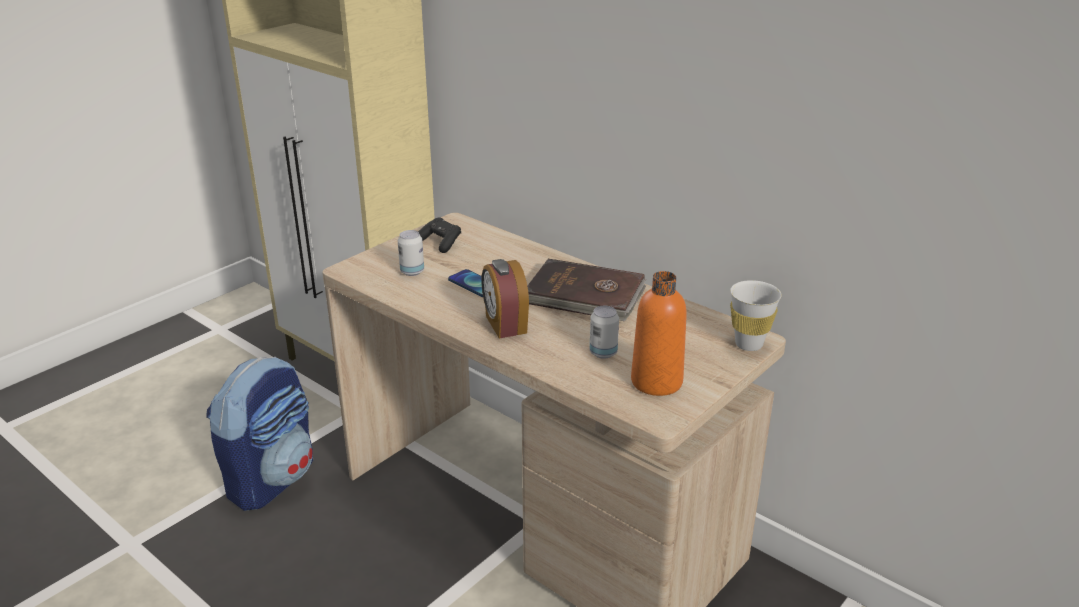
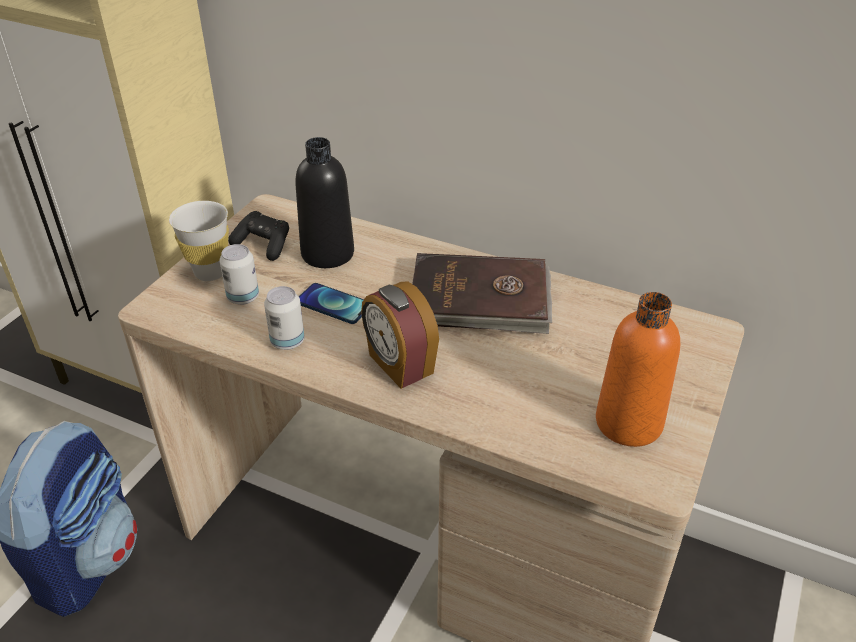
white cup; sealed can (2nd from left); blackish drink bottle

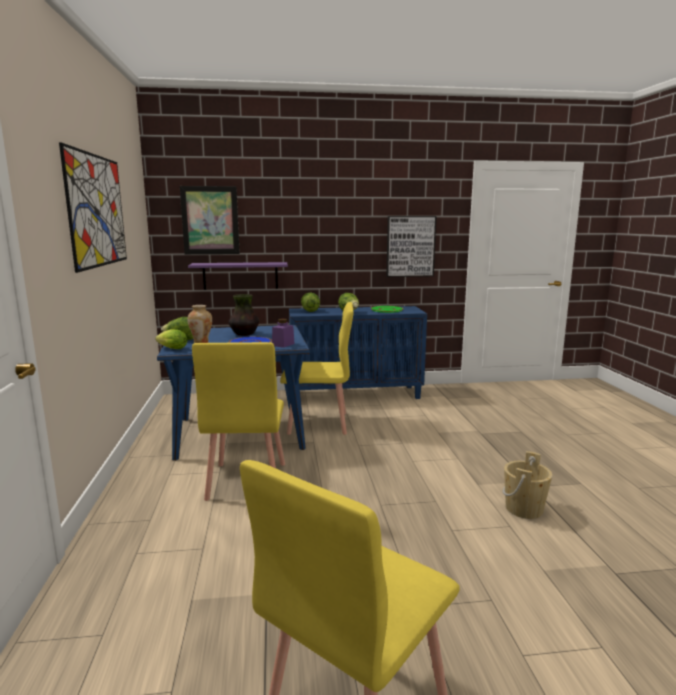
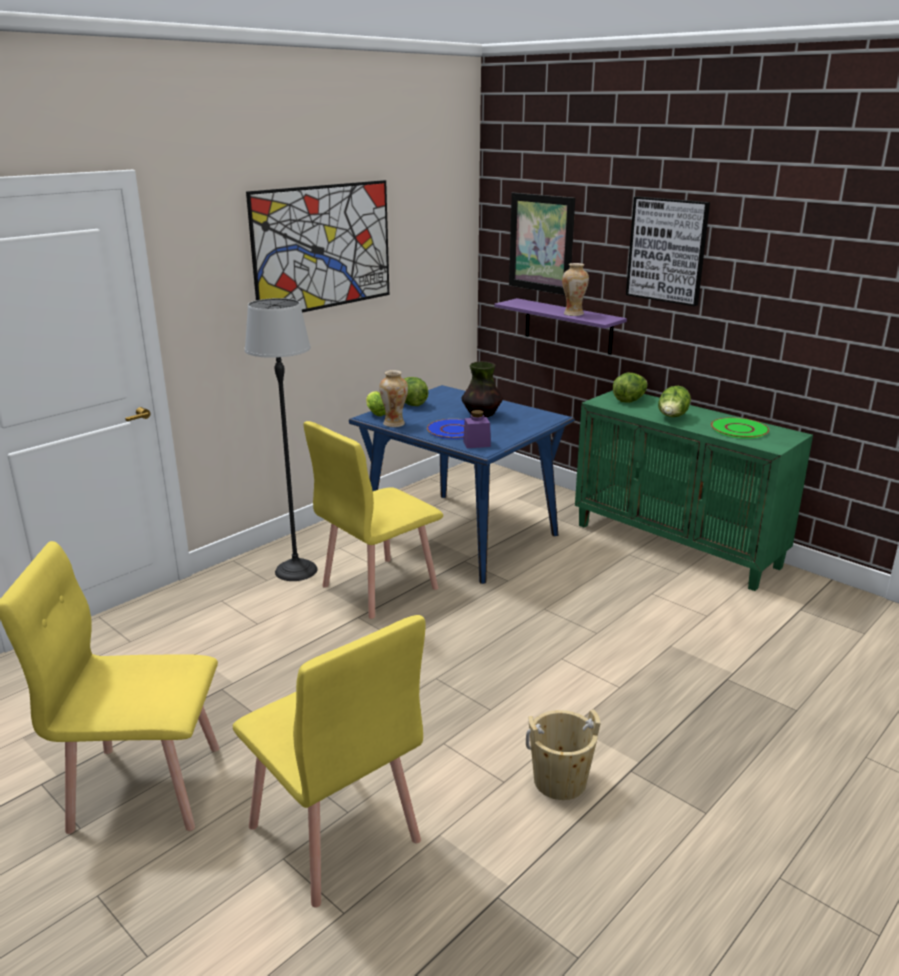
yellow-coloured upright chair (2nd from left); floor lamp; vase (3rd from left); greenish cabinet; wall art (3rd from left)

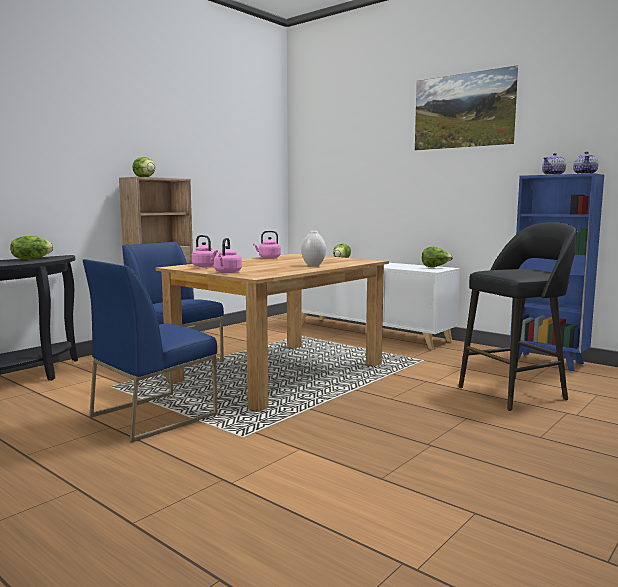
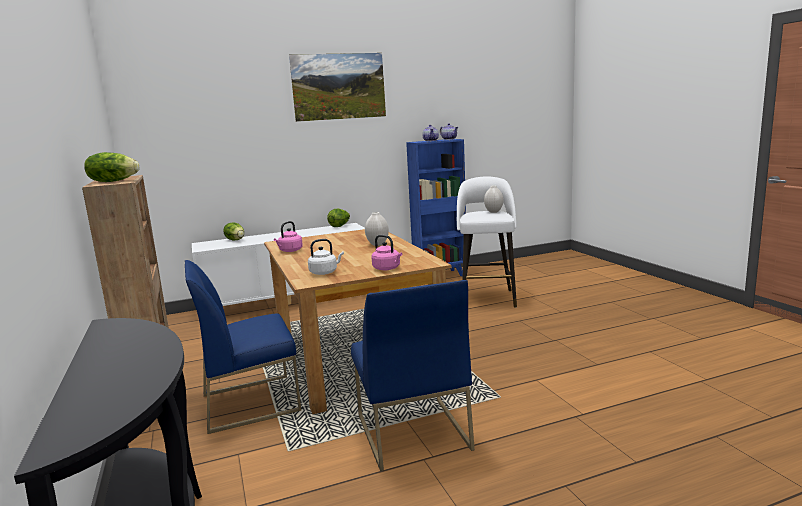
white water kettle; white stool seat; white vase (2nd from left); lettuce (1st from left in the first image)

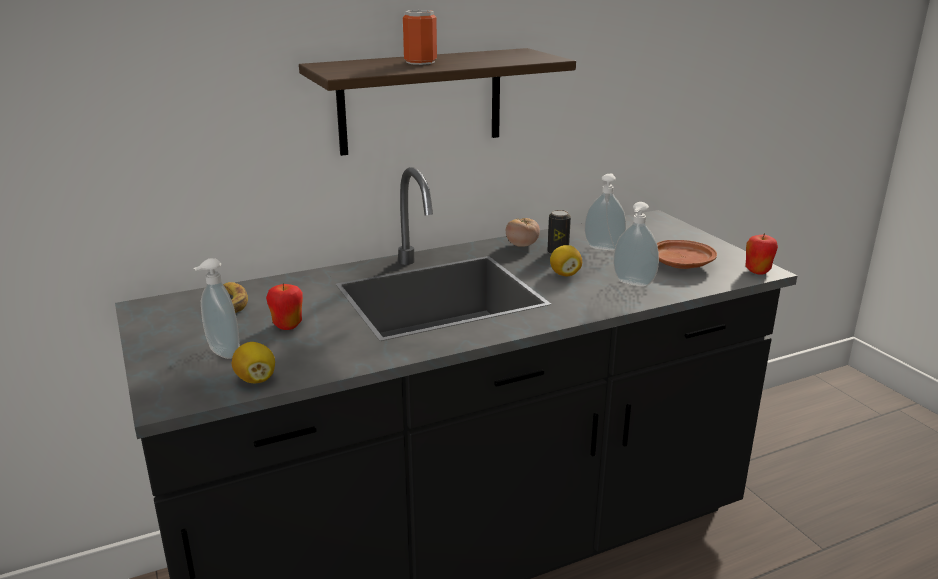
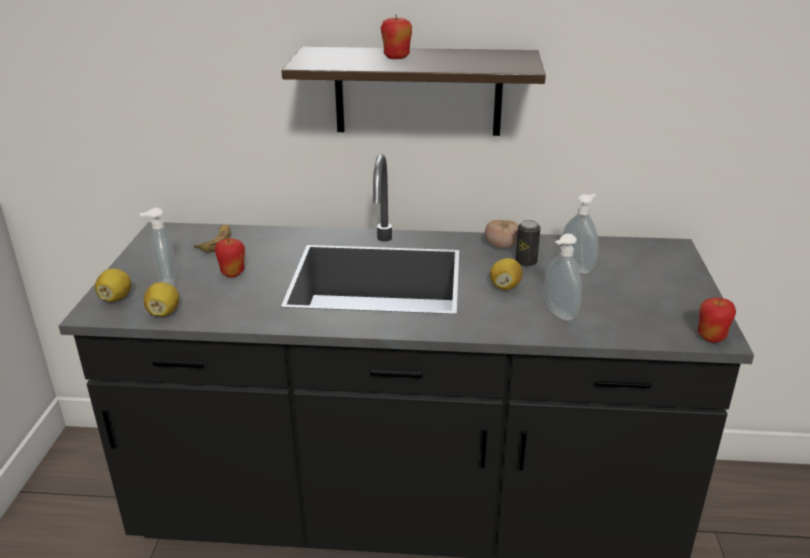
lemon (1st from left); apple (2nd from left); brown dinner plate

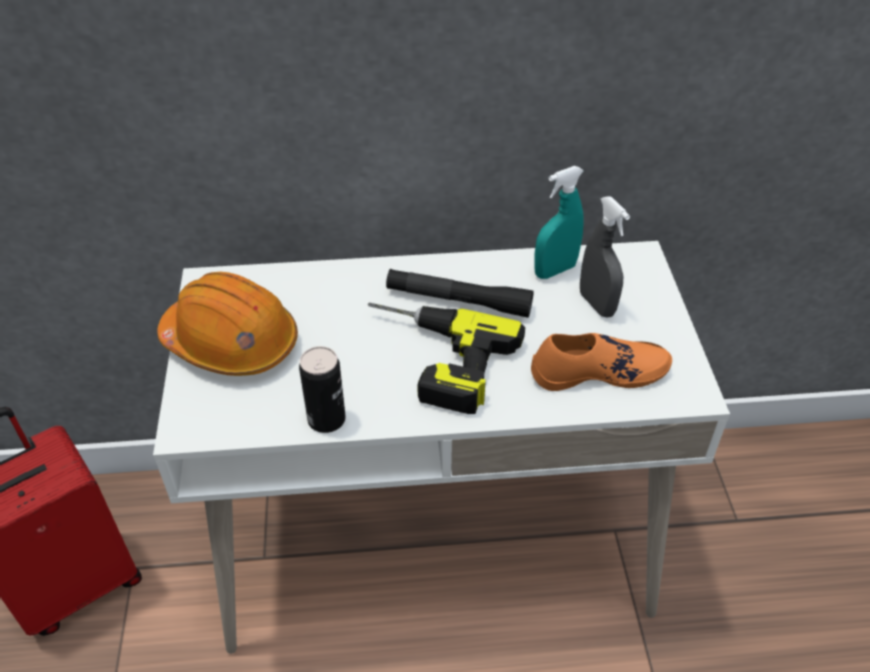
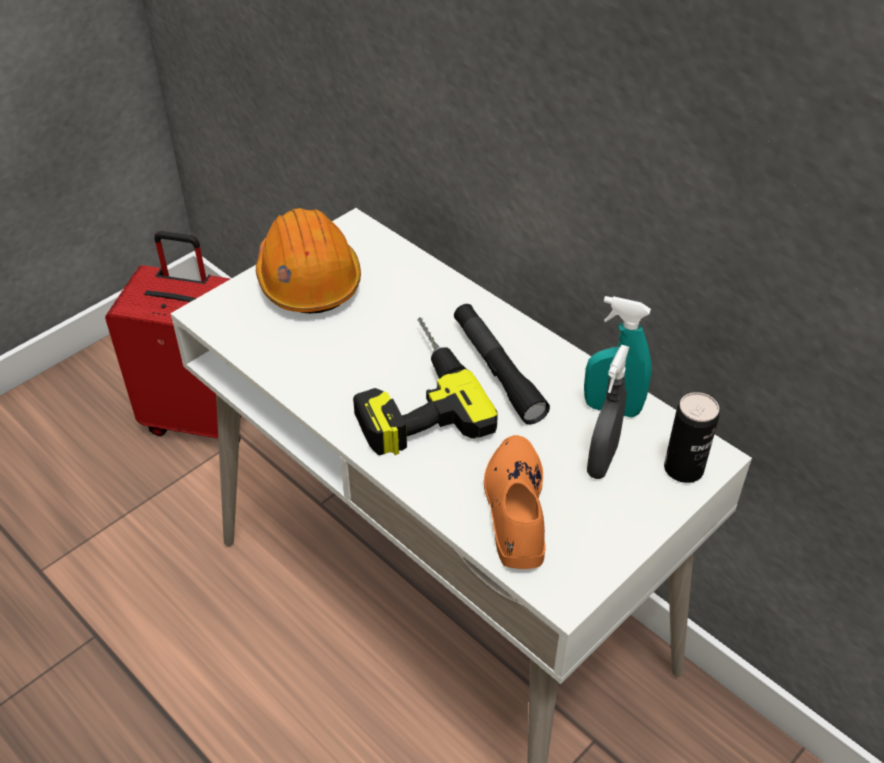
orange low shoe; sealed can

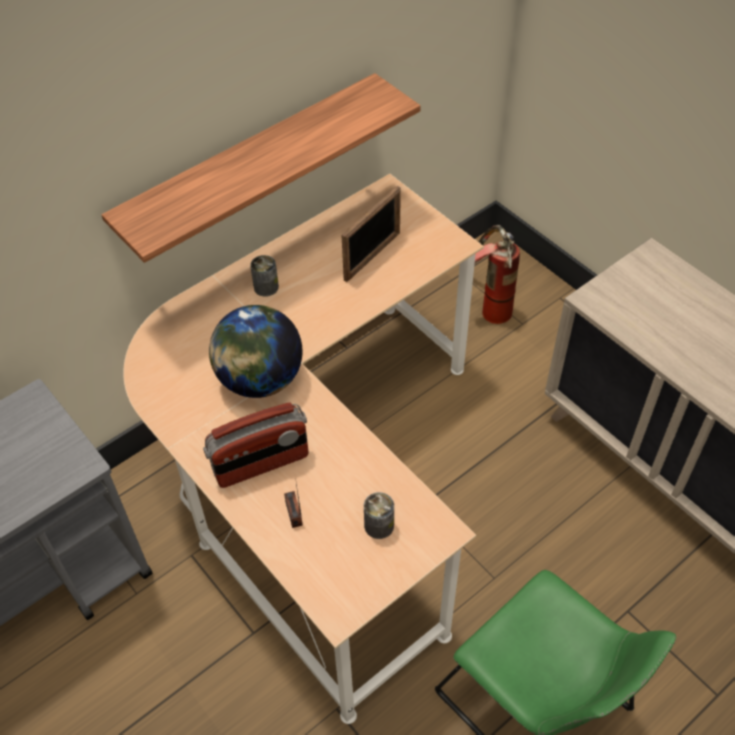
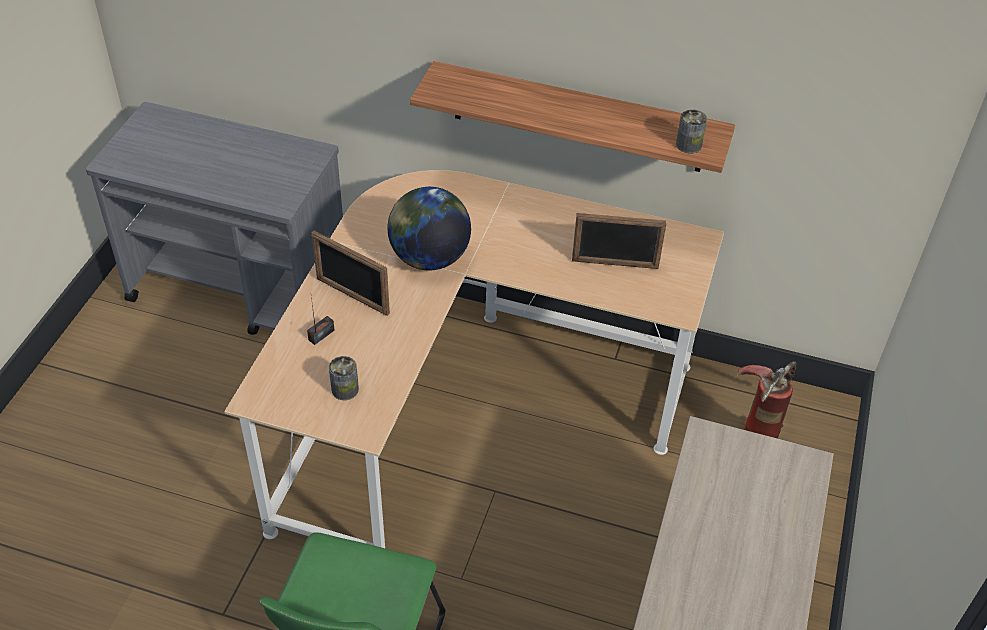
standing frame (1st from left); sealed can (2nd from left)

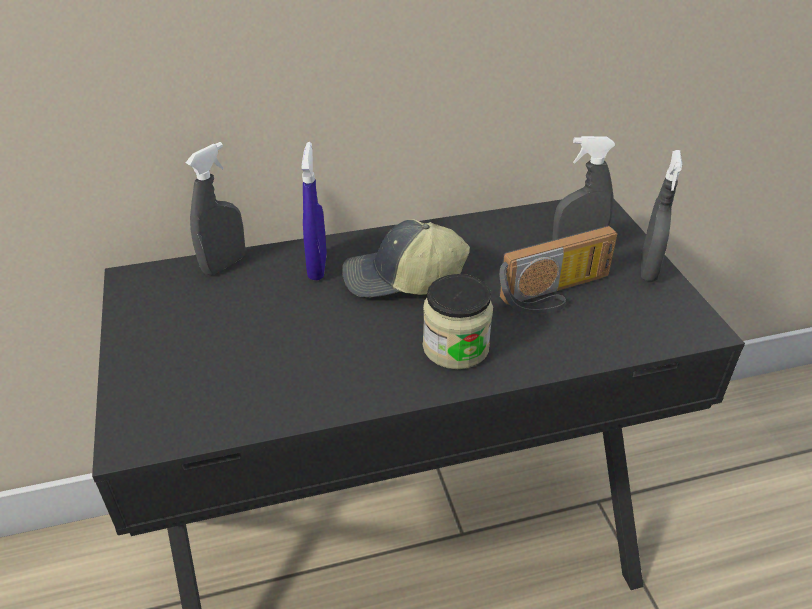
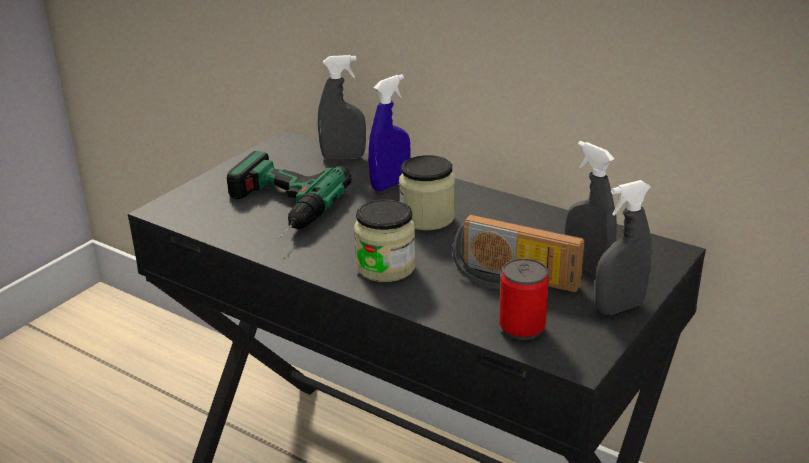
drill; storage jar (2nd from left); sealed can

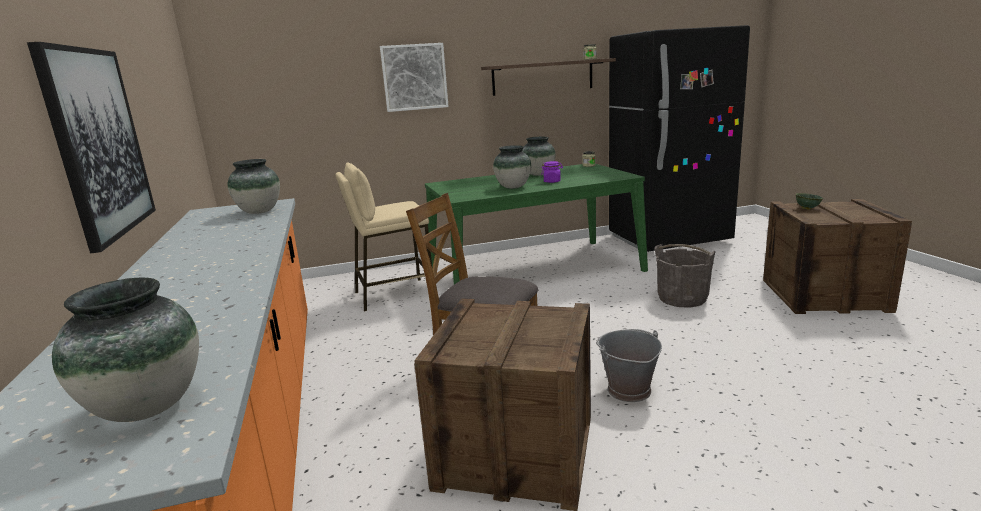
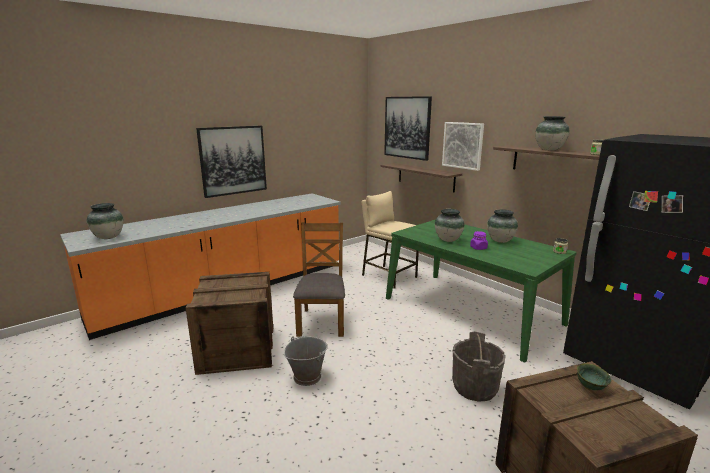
bracket shelf (1st from left); wall art (2nd from left); vase (4th from left)

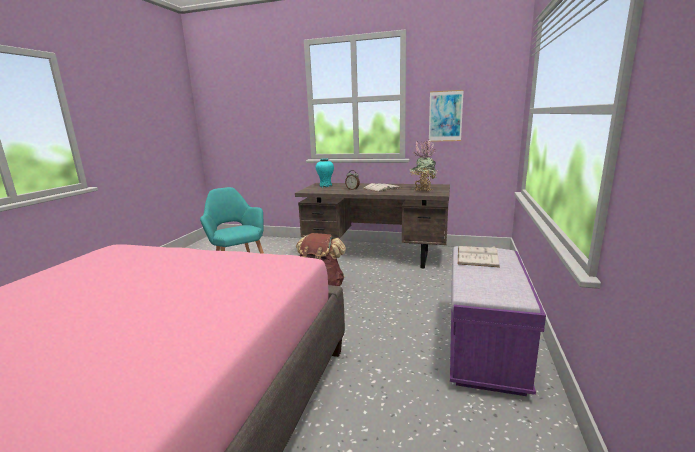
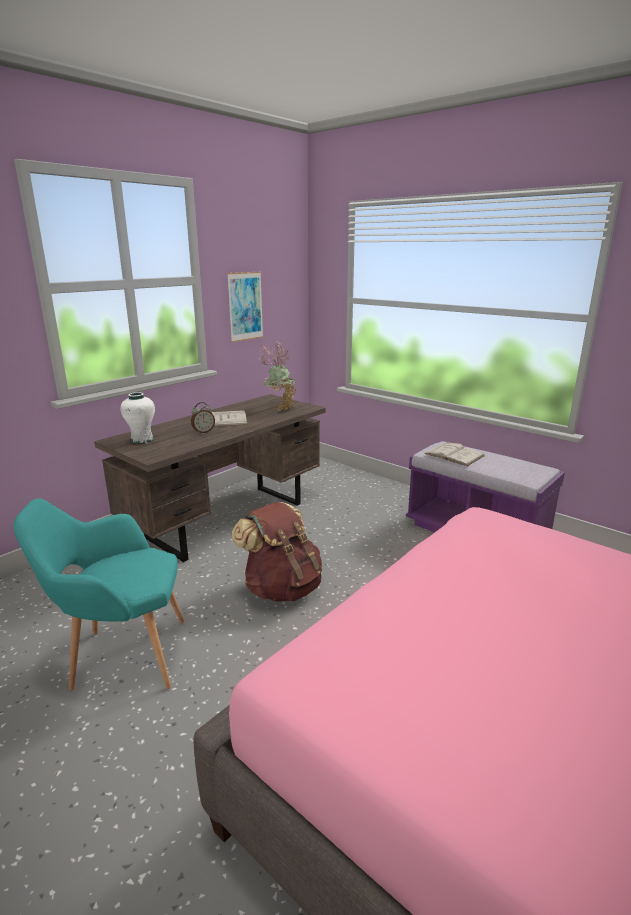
white vase

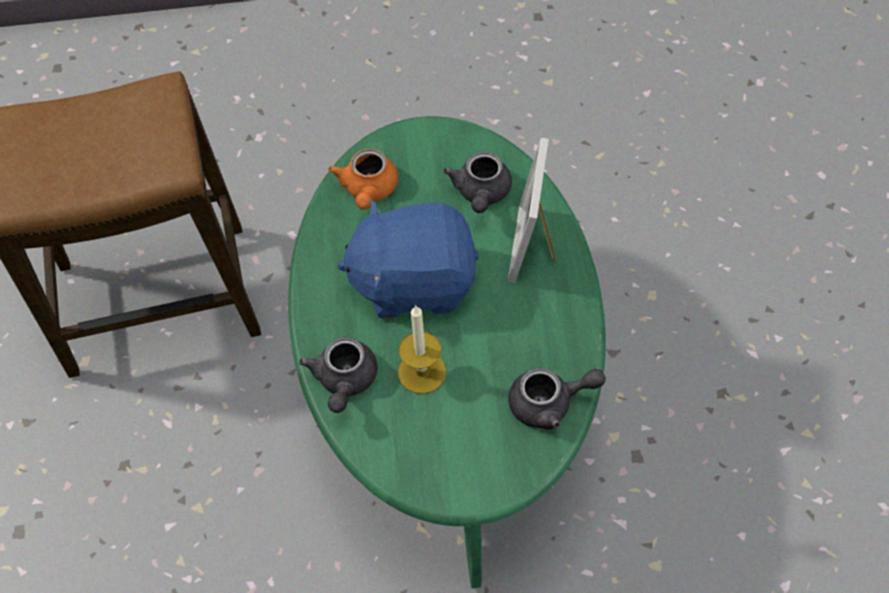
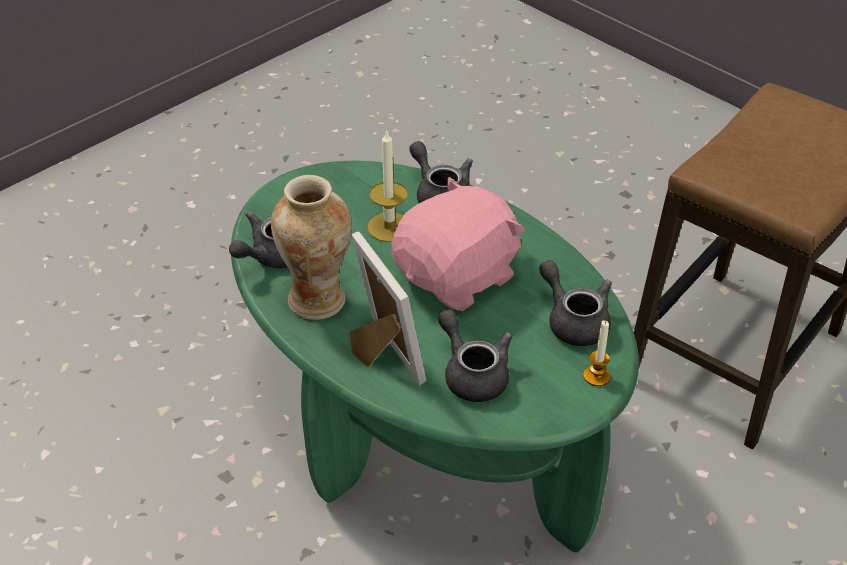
vase; pink soft toy; greyish pot for tea (4th from left); wax candle (2nd from left)

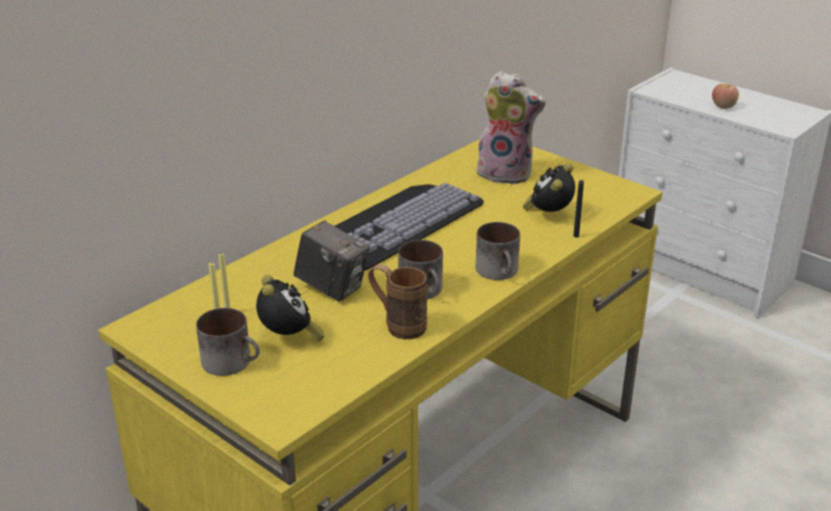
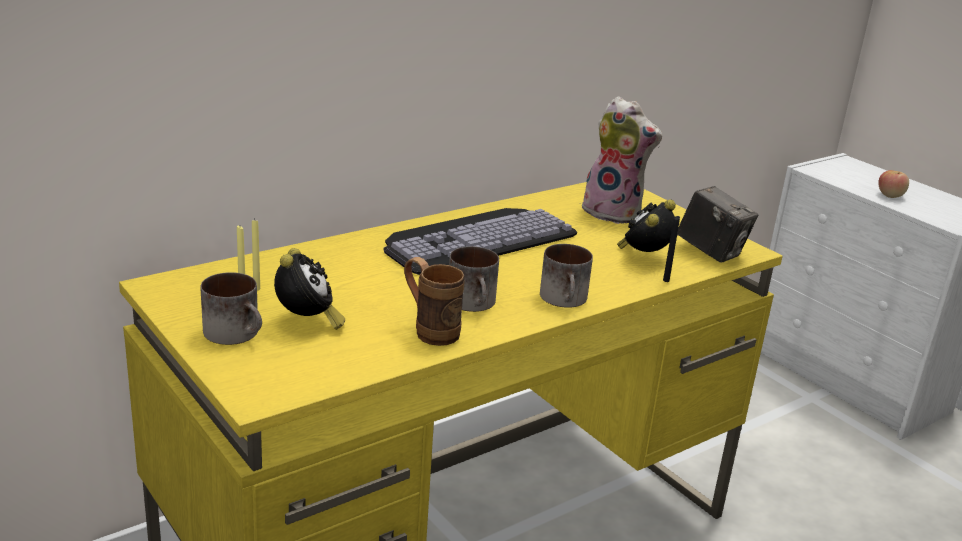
photo camera

